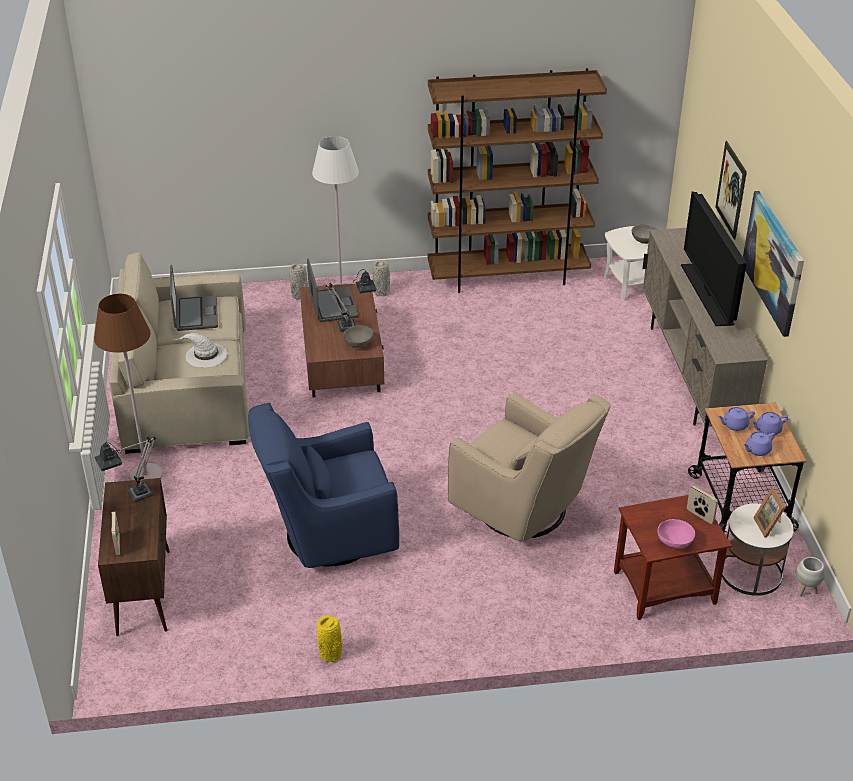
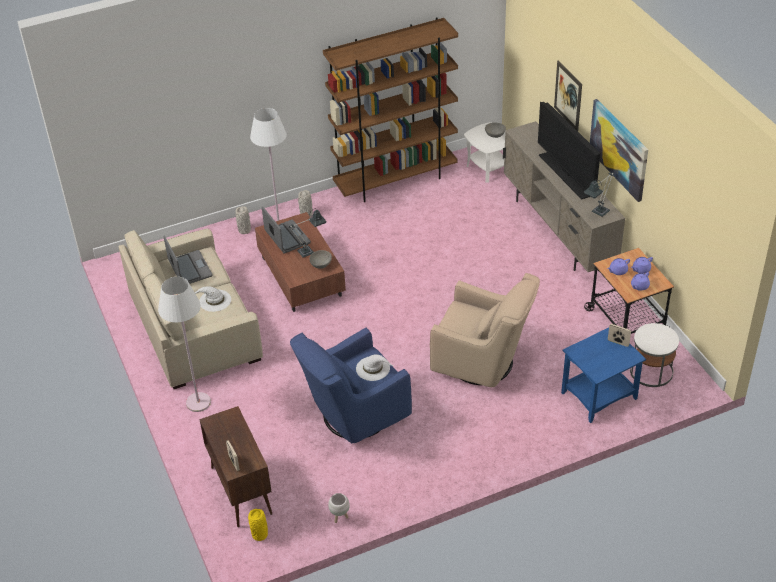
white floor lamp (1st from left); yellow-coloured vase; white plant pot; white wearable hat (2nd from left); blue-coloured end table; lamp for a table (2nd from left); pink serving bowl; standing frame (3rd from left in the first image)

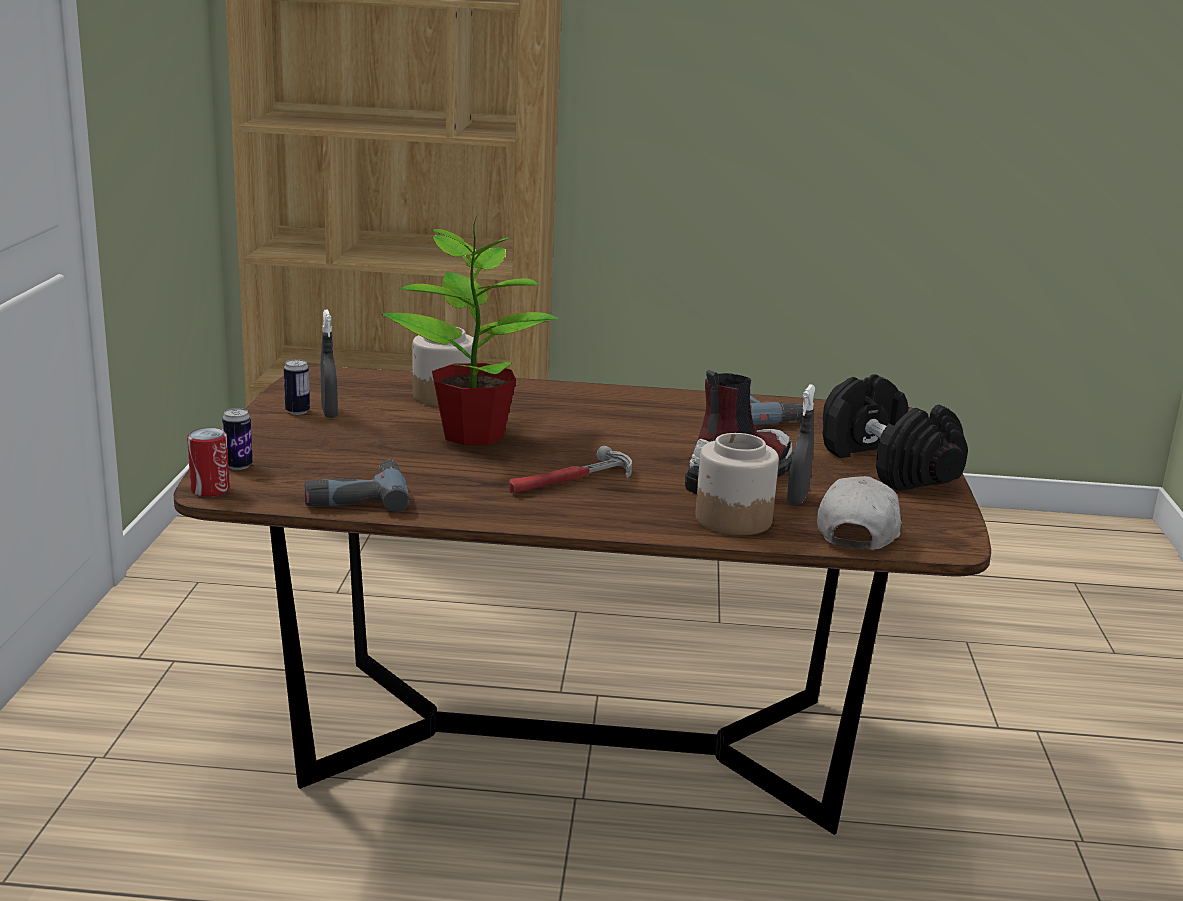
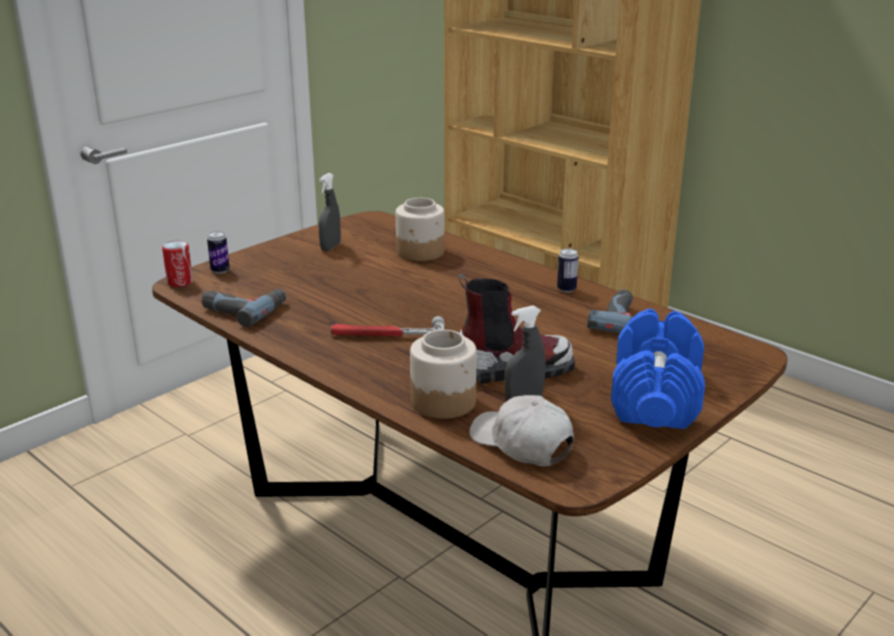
white cap; sealed can (3rd from left); blue-coloured hand weight; houseplant

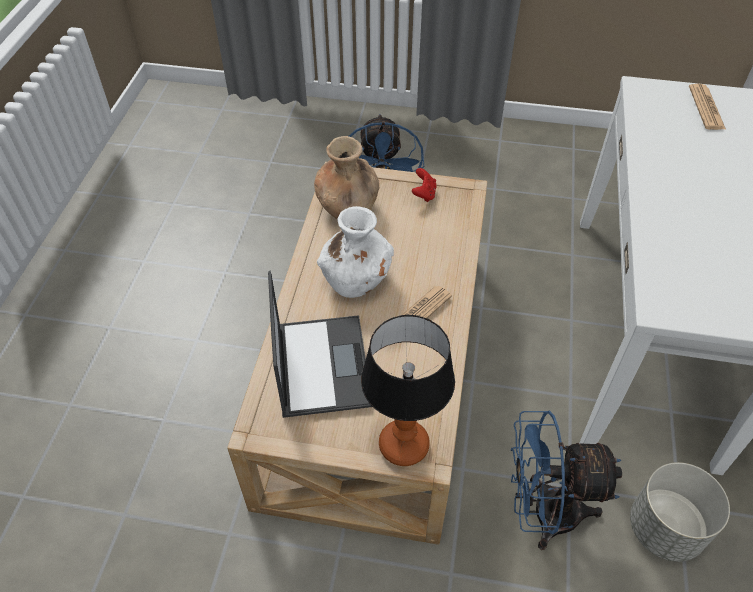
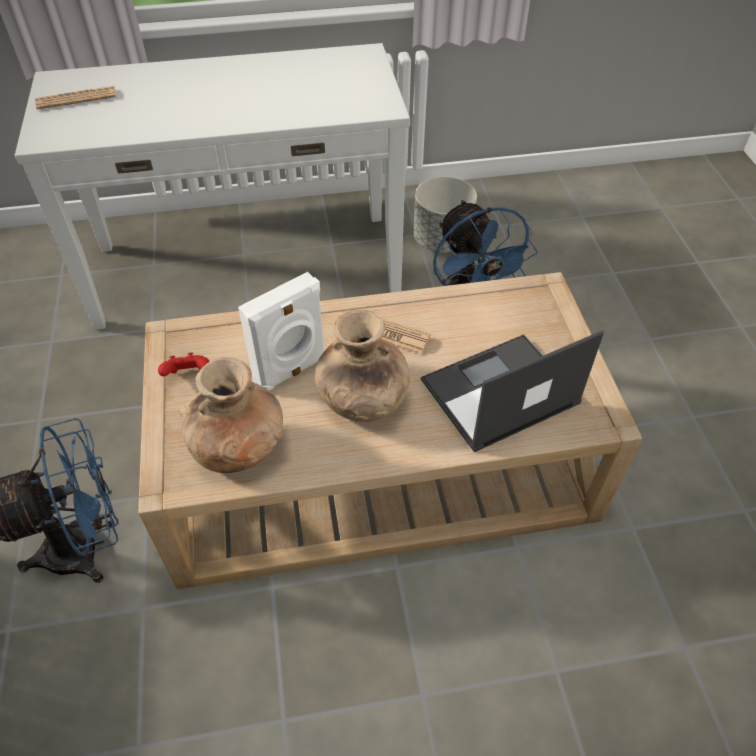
white loudspeaker; brown vase (2nd from left); lamp for a table

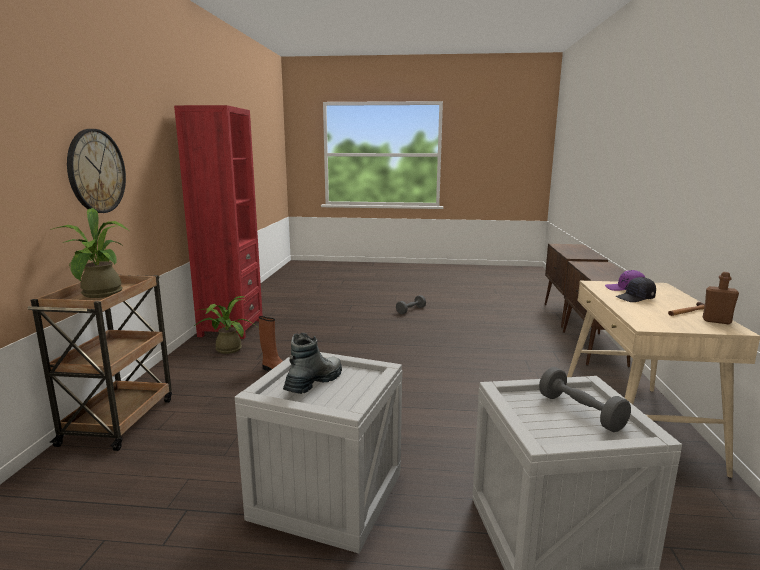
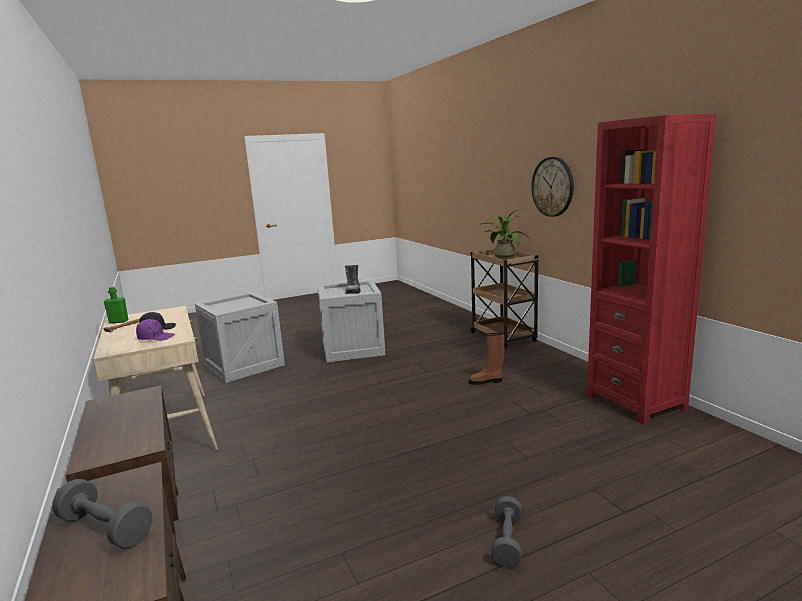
greyish hand weight (1st from left); greenish drink bottle; houseplant (2nd from left in the first image)

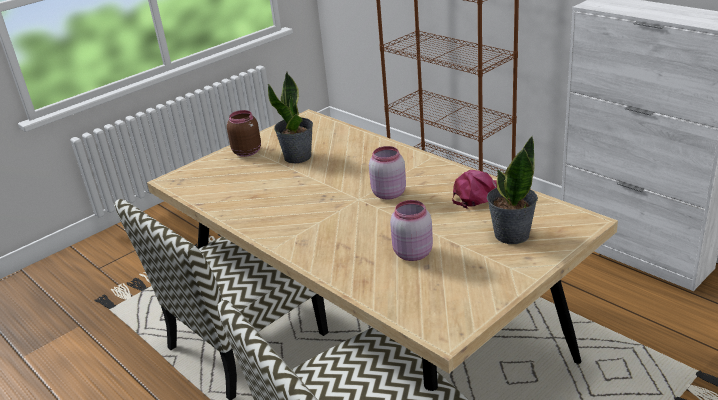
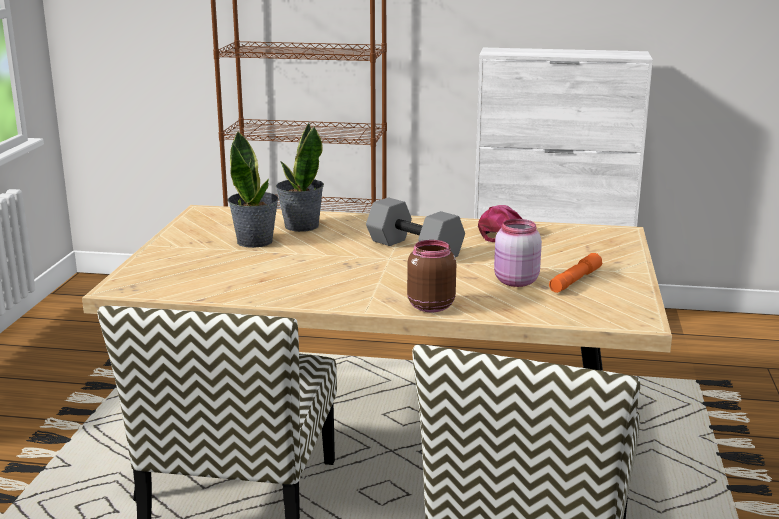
houseplant (2nd from left); greyish hand weight; brown storage jar; orange flashlight

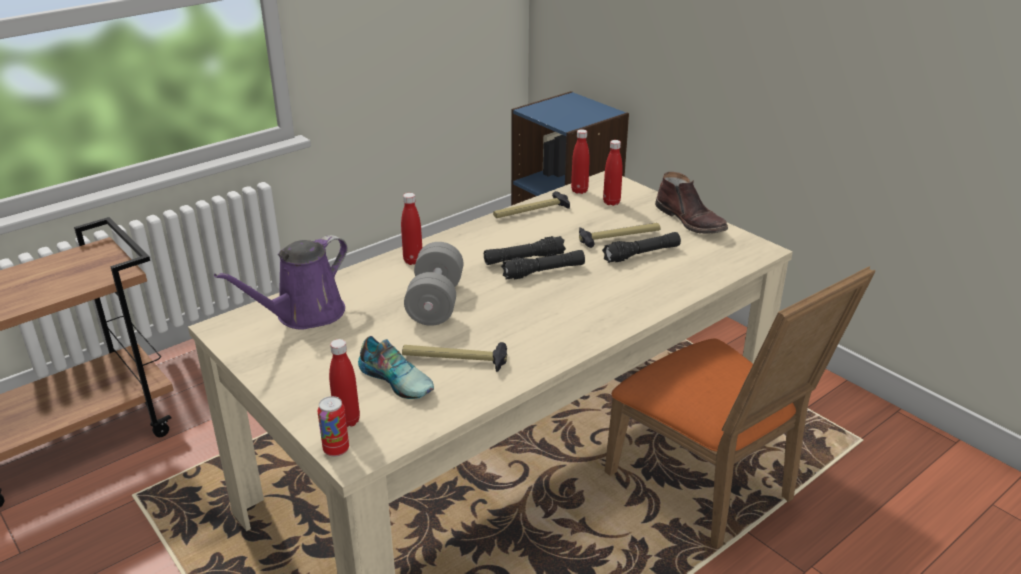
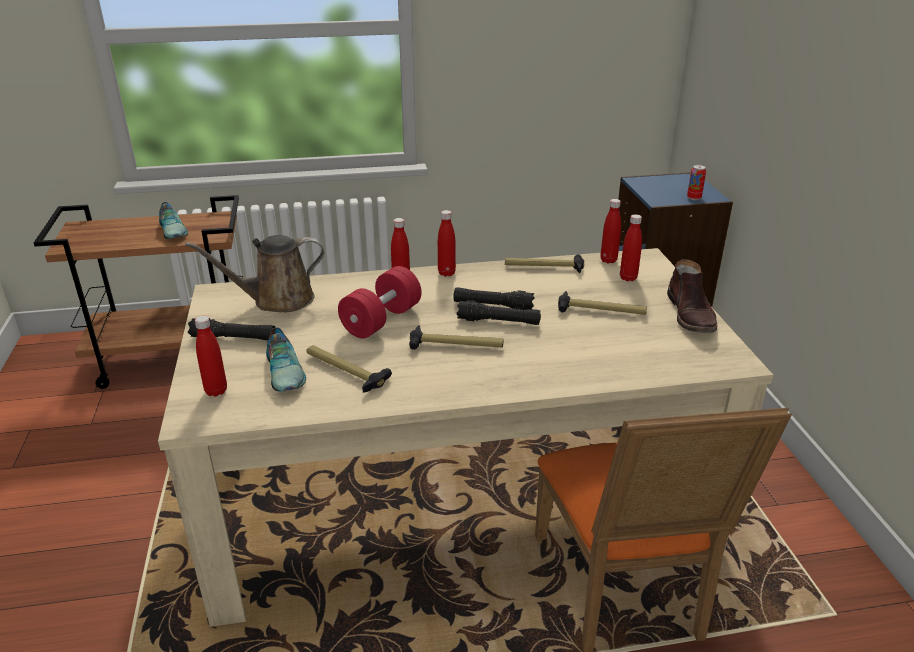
low shoe (1st from left); brown watering can; blackish flashlight (1st from left); reddish hand weight; tool hammer (2nd from left); reddish drink bottle (3rd from left); sealed can

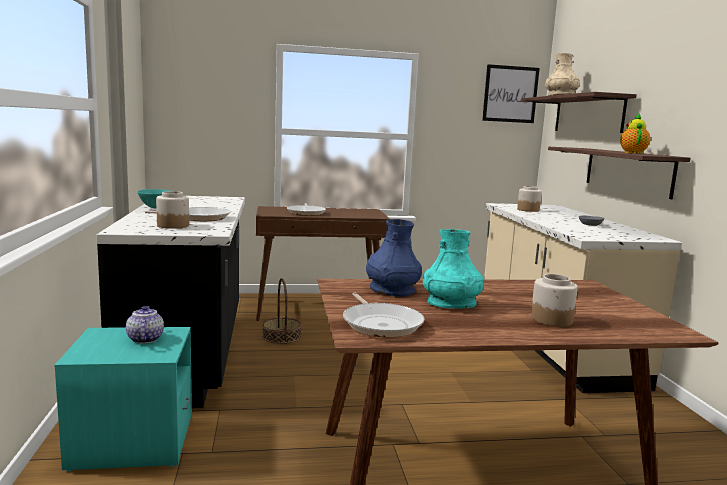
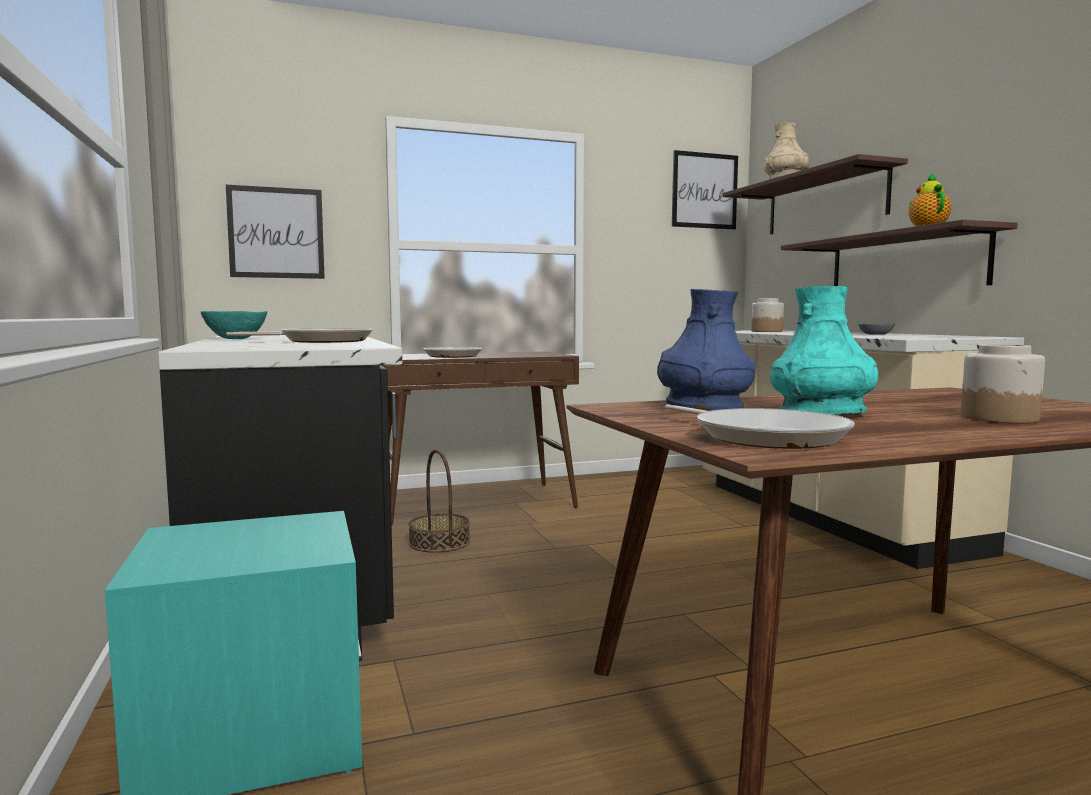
wall art (1st from left); pot for tea (1st from left in the first image); storage jar (1st from left in the first image)

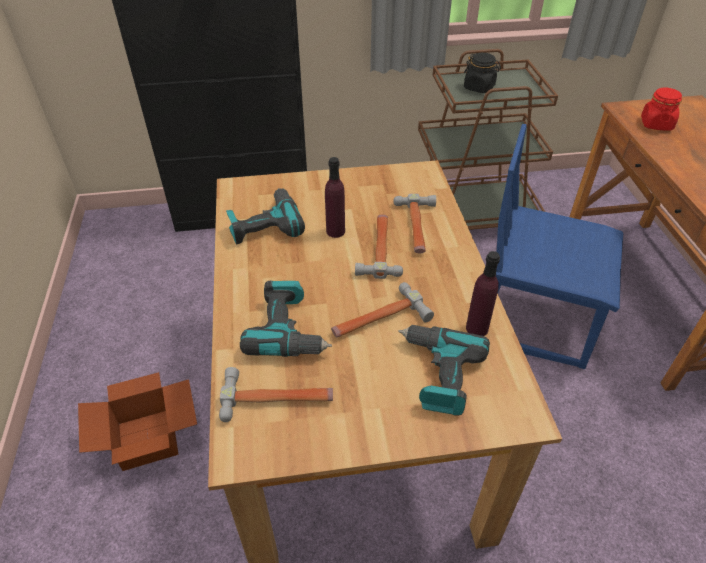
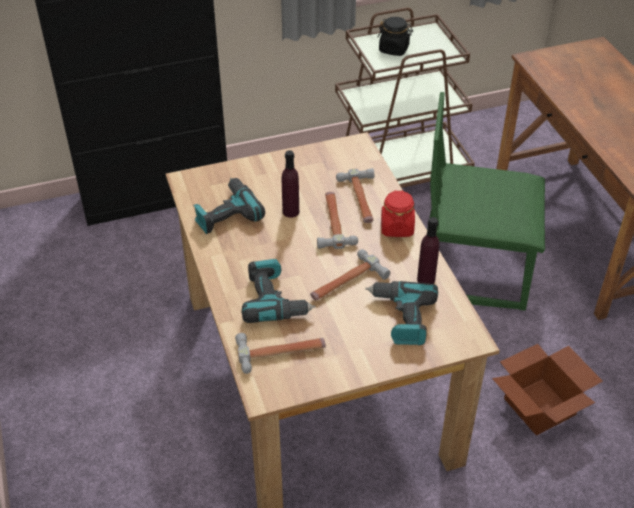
reddish storage jar; greenish upright chair; cardboard box

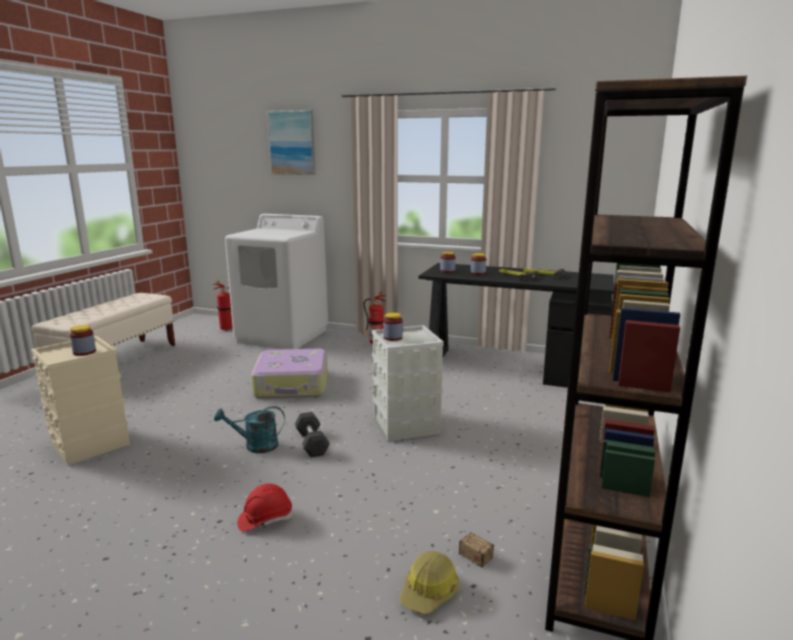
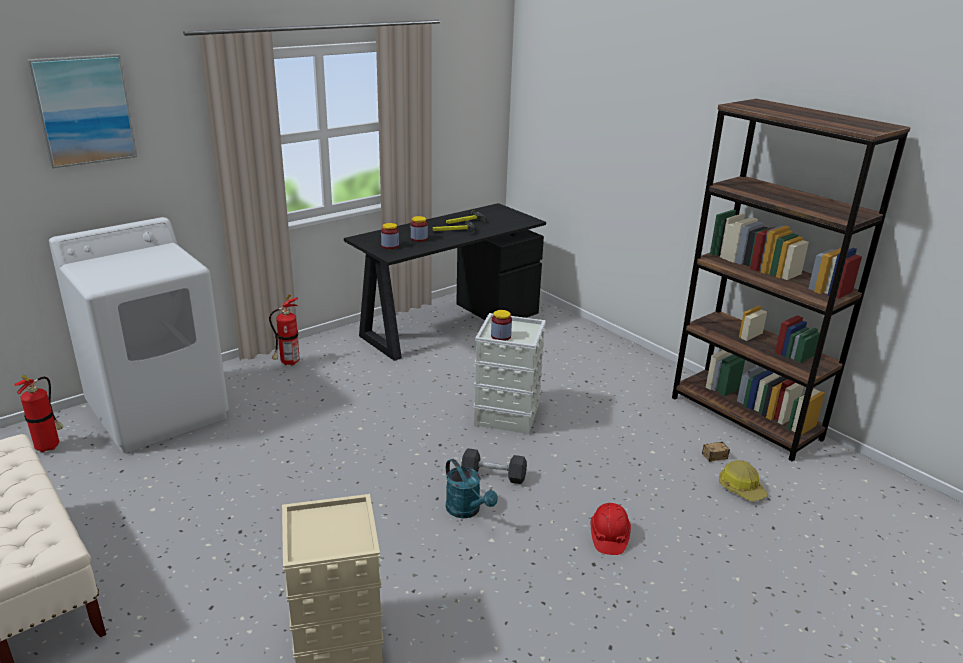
blue-green watering can; storage jar (1st from left in the first image); suitcase

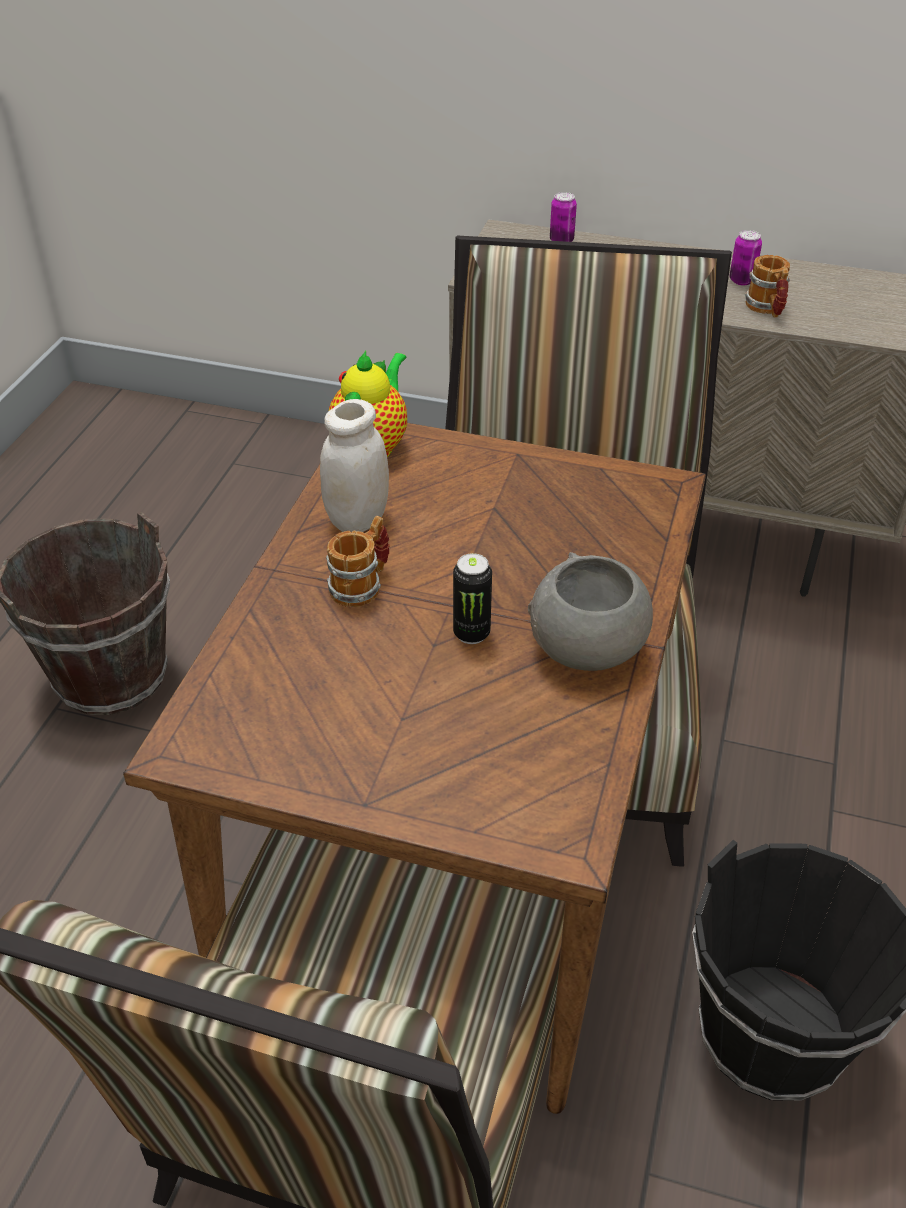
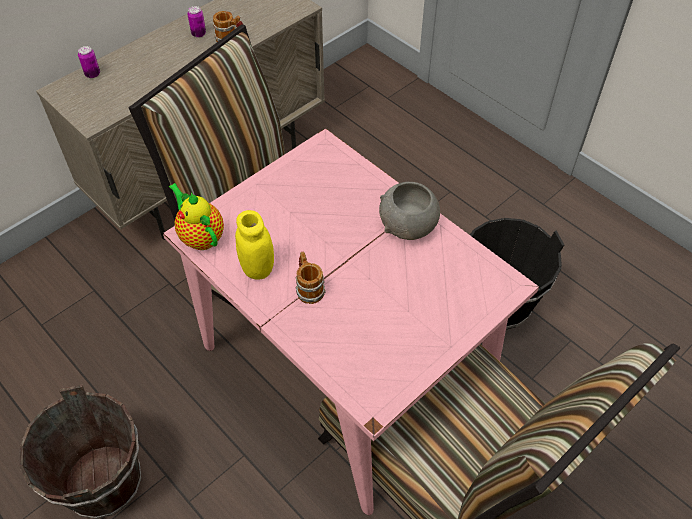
pink dinner table; yellow-coloured storage jar; sealed can (1st from left in the first image)

